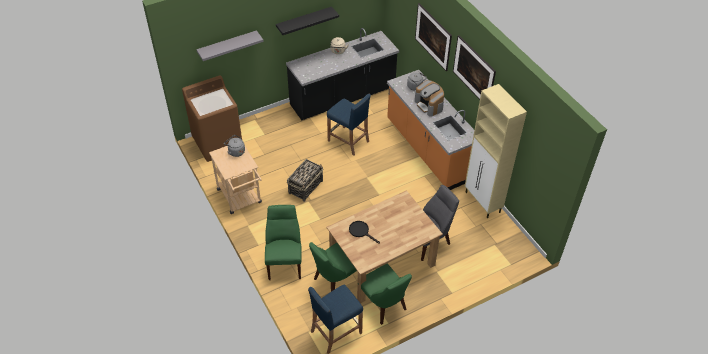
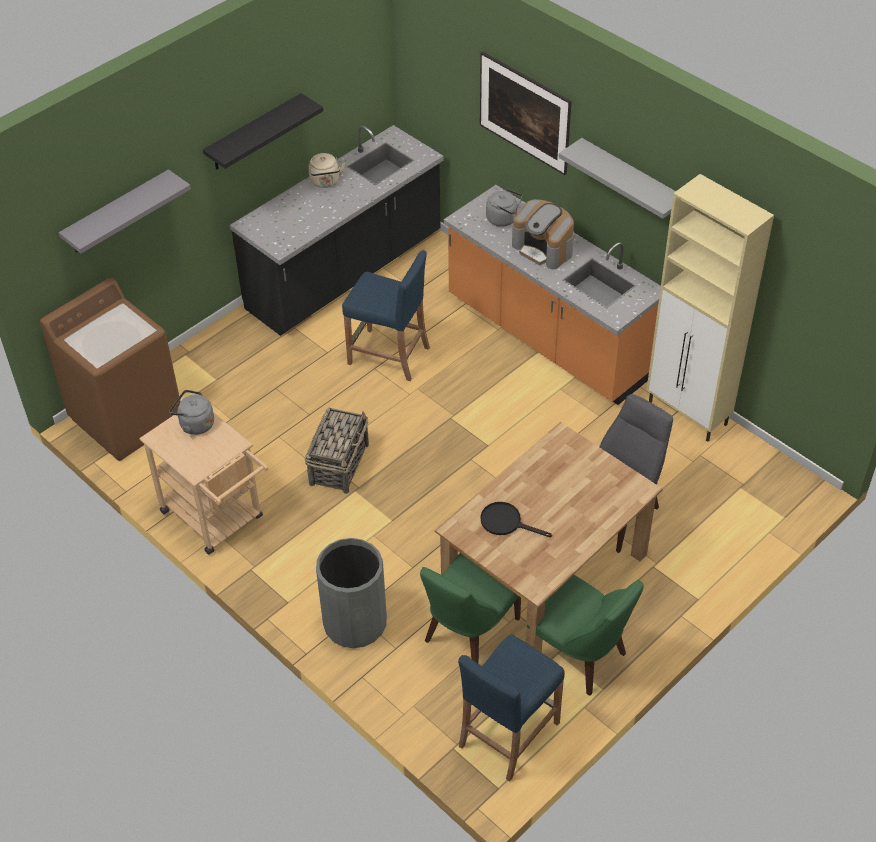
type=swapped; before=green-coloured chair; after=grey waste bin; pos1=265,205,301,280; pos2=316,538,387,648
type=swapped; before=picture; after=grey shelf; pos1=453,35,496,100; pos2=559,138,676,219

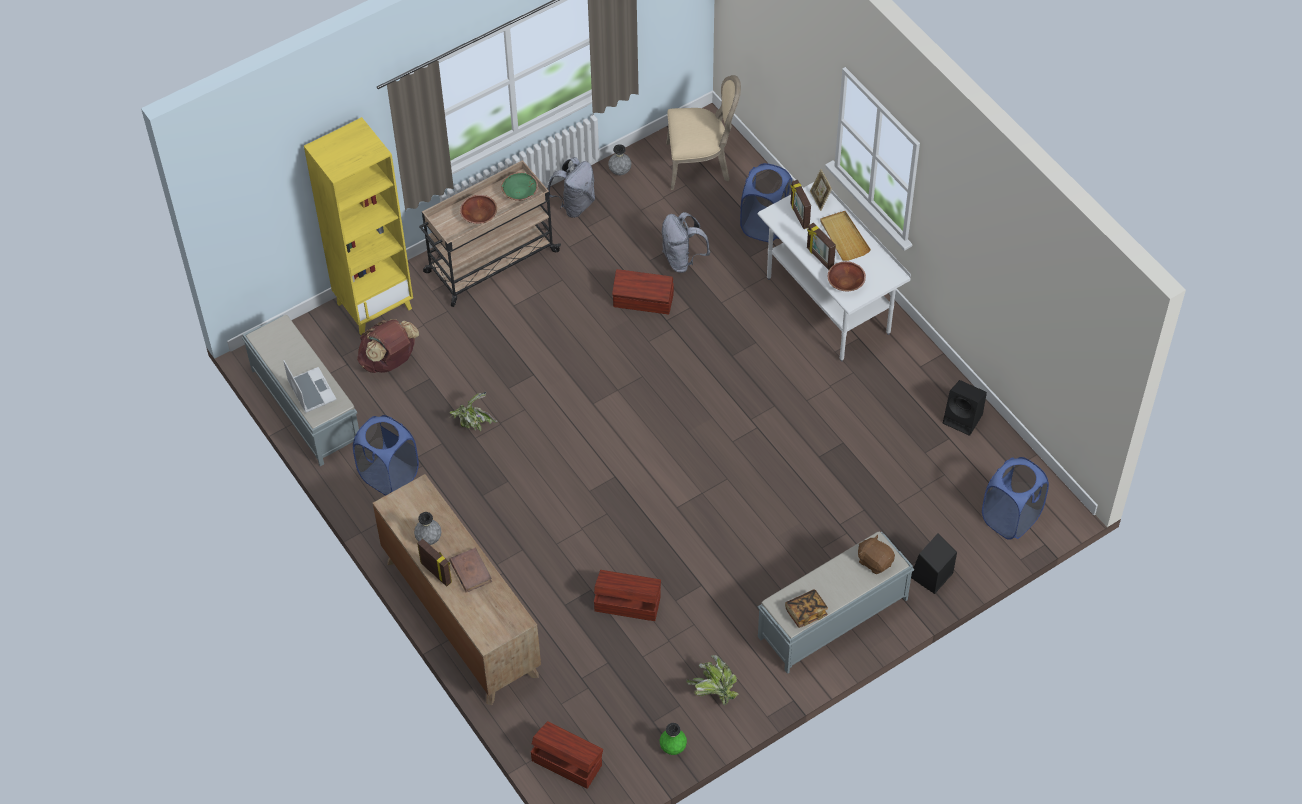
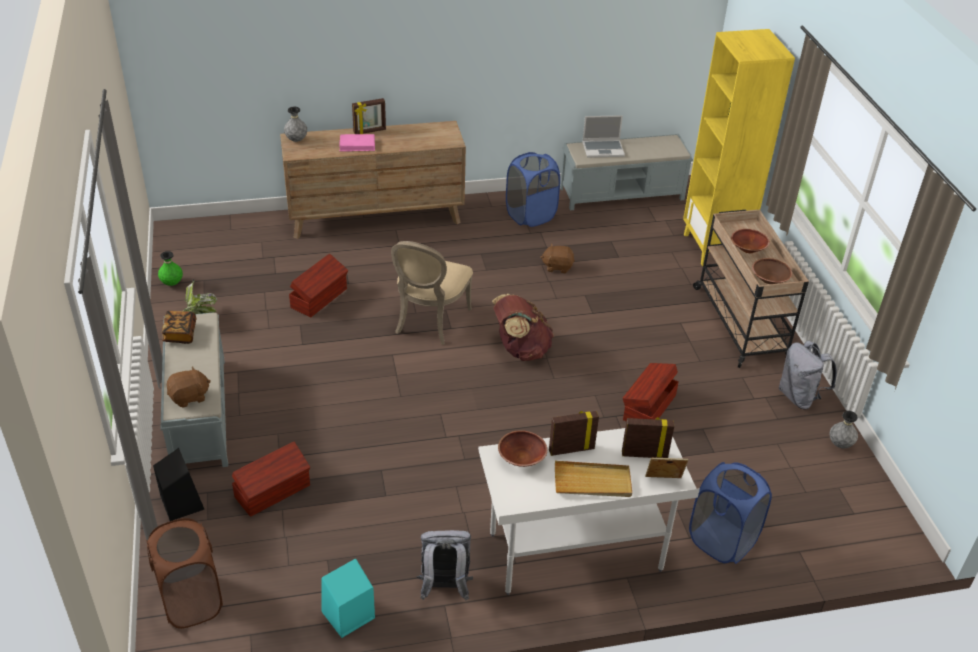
type=shifted; before=brown rucksack; pos1=357,319,419,373; pos2=492,294,554,361
type=shifted; before=grey decorative vase; pos1=414,512,441,545; pos2=284,106,307,142
type=repainted; before=brown book; after=pinkish book; pos1=449,547,492,593; pos2=339,134,375,151
type=swapped; before=houseplant; after=brown soft toy; pos1=450,392,498,431; pos2=540,243,575,273
type=repainted; before=green-coloured deep dish; after=brown deep dish; pos1=501,172,538,201; pos2=752,258,792,284
type=shifted; before=brown storage bin; pos1=531,721,603,789; pos2=232,442,310,517
type=shifted; before=grey rucksack; pos1=662,212,710,273; pos2=416,530,473,601
type=shifted; before=beige-coloured chair; pos1=666,75,741,190; pos2=391,241,473,345
type=repainted; before=black-coloured speaker; after=blue-green speaker; pos1=943,380,987,436; pos2=321,559,375,638
type=repainted; before=blue hamper; after=brown hamper; pos1=982,457,1049,540; pos2=146,518,223,629

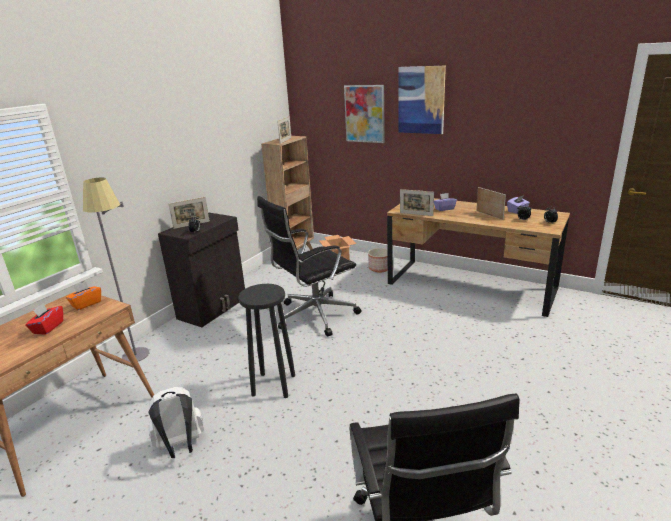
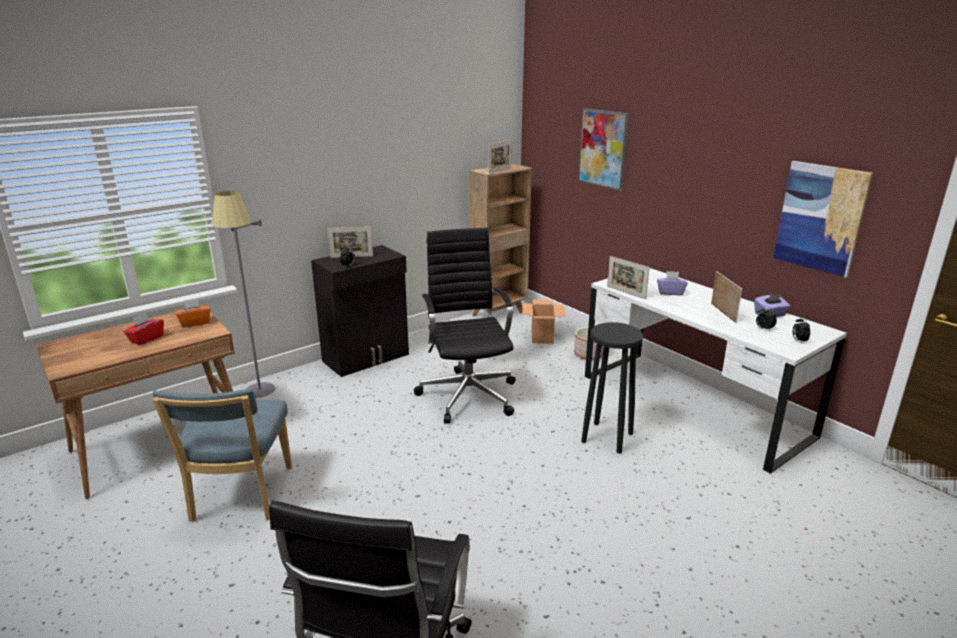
type=swapped; before=whitish rucksack; after=blue chair; pos1=148,387,204,458; pos2=153,389,292,522
type=shifted; before=black-coloured stool; pos1=238,284,295,398; pos2=581,322,643,454
type=rotated; before=black-coloured office chair; pos1=257,196,362,337; pos2=414,228,516,424; turn=90
type=repainted; before=brown desk table; after=whitish desk table; pos1=387,198,570,317; pos2=585,268,847,474
type=shifted; before=picture; pos1=398,66,446,134; pos2=773,161,873,278

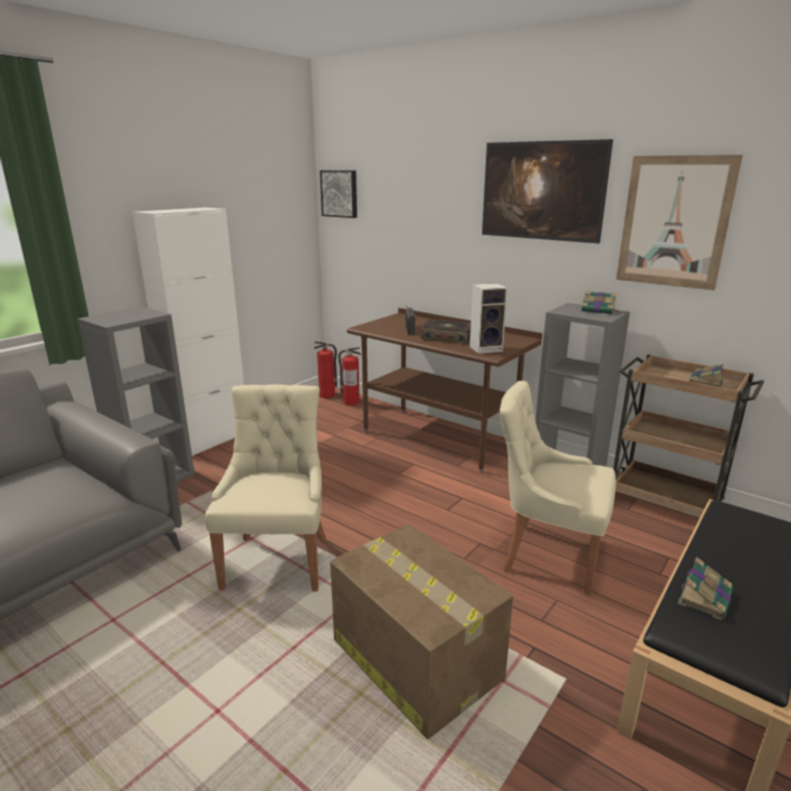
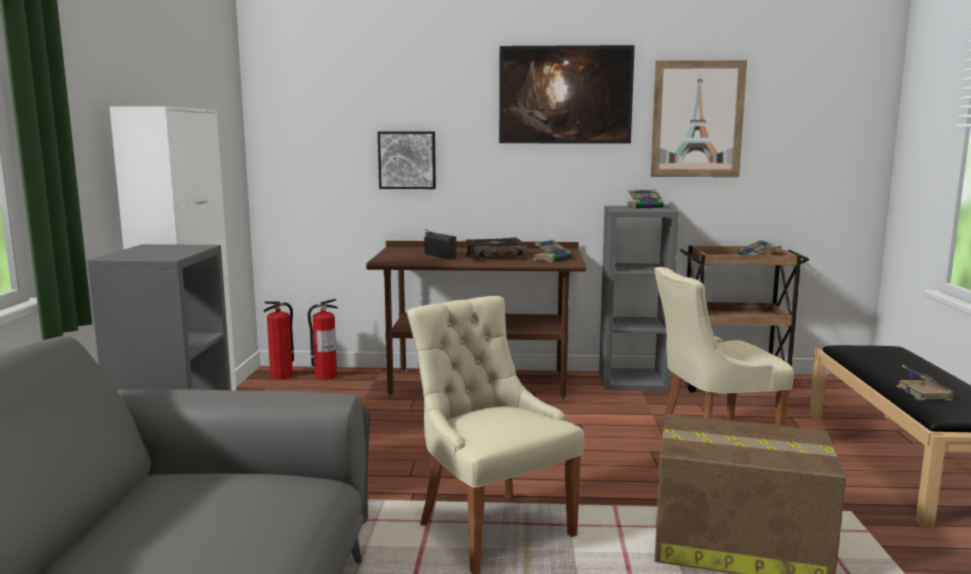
type=shifted; before=picture; pos1=320,170,357,218; pos2=378,132,436,189
type=swapped; before=speaker; after=book; pos1=470,283,507,354; pos2=532,240,572,263

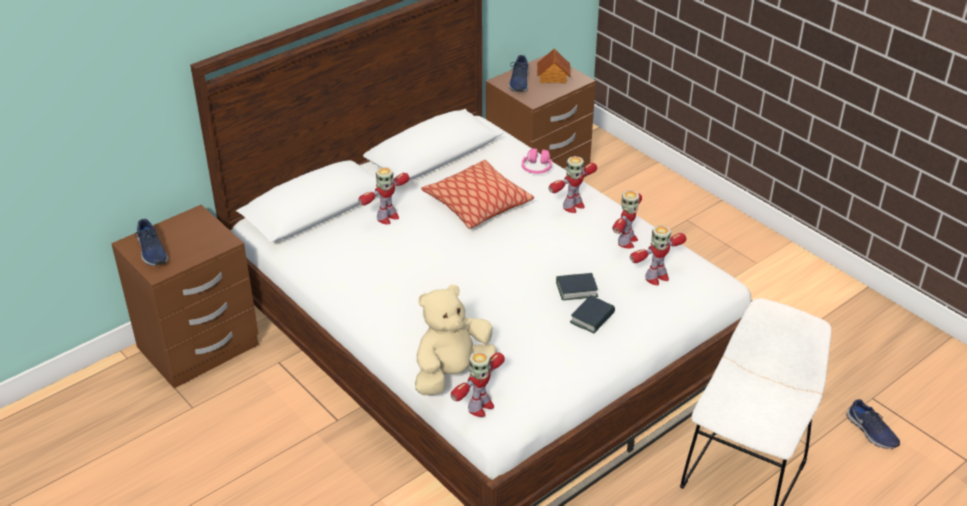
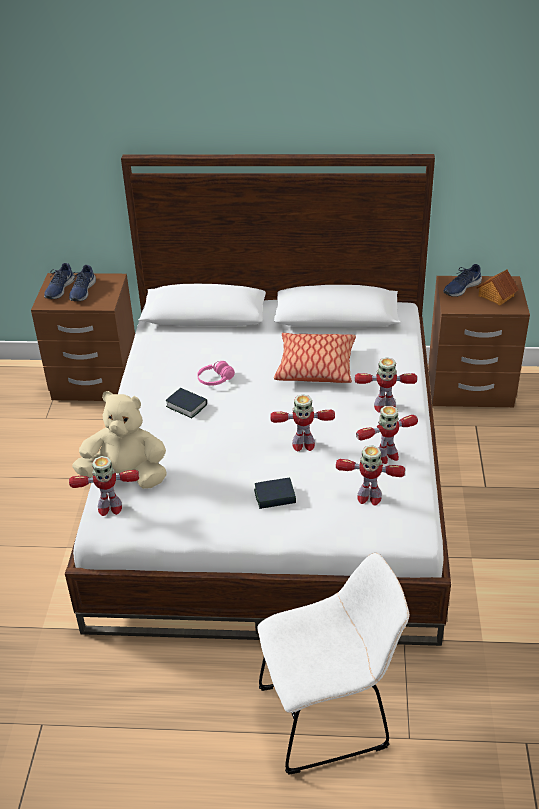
type=shifted; before=toy robot; pos1=358,167,410,224; pos2=270,394,335,451
type=shifted; before=pinkish headset; pos1=522,148,552,174; pos2=197,361,235,386
type=shifted; before=book; pos1=556,273,598,300; pos2=165,388,207,418
type=shifted; before=blue low shoe; pos1=847,399,900,449; pos2=69,265,96,301

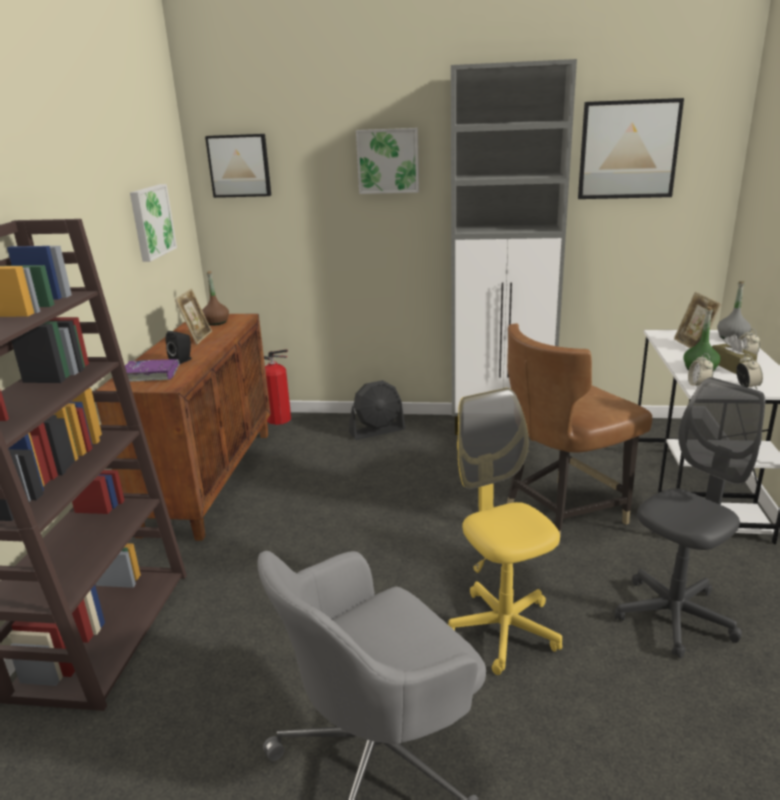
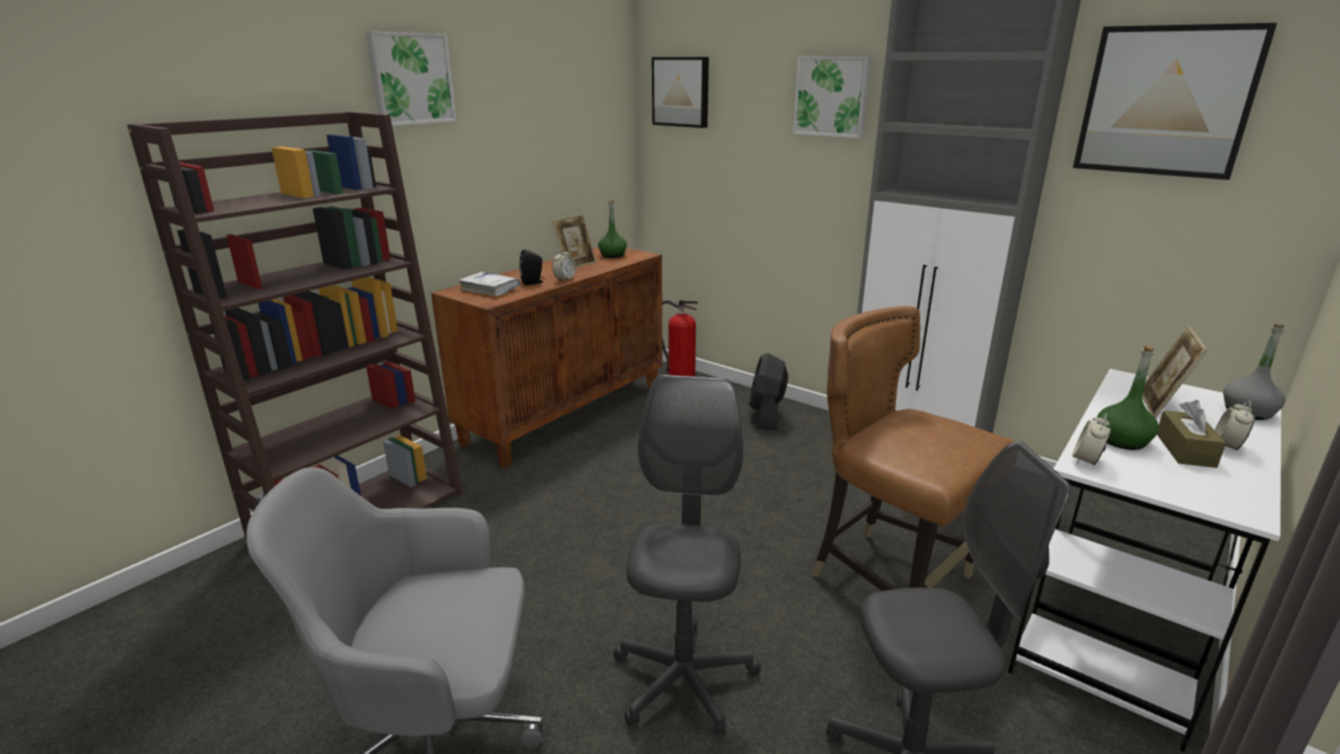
type=repainted; before=purple book; after=whitish book; pos1=125,359,180,382; pos2=458,272,520,296
type=shifted; before=picture; pos1=130,184,177,262; pos2=366,32,457,126
type=repainted; before=brown beverage bottle; after=green-coloured beverage bottle; pos1=202,271,229,325; pos2=598,199,627,258
type=rotated; before=black-coloured electric fan; pos1=349,380,406,440; pos2=749,353,788,430; turn=90
type=repainted; before=yellowish office chair; after=grey office chair; pos1=448,388,562,675; pos2=613,375,761,735
type=rotated; before=brown chair; pos1=507,323,652,547; pos2=812,306,1014,591; turn=45
type=shifted; before=alarm clock; pos1=736,354,763,390; pos2=552,248,576,282

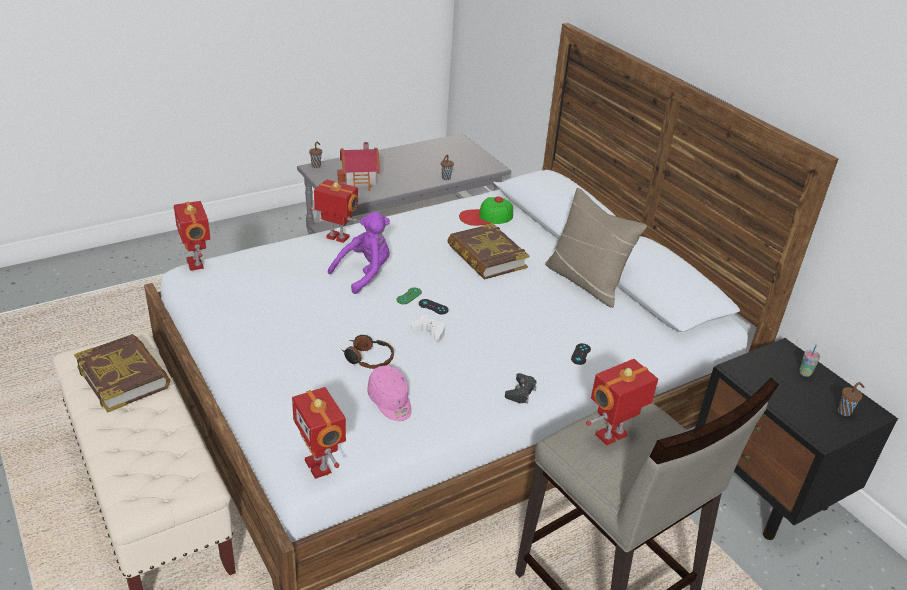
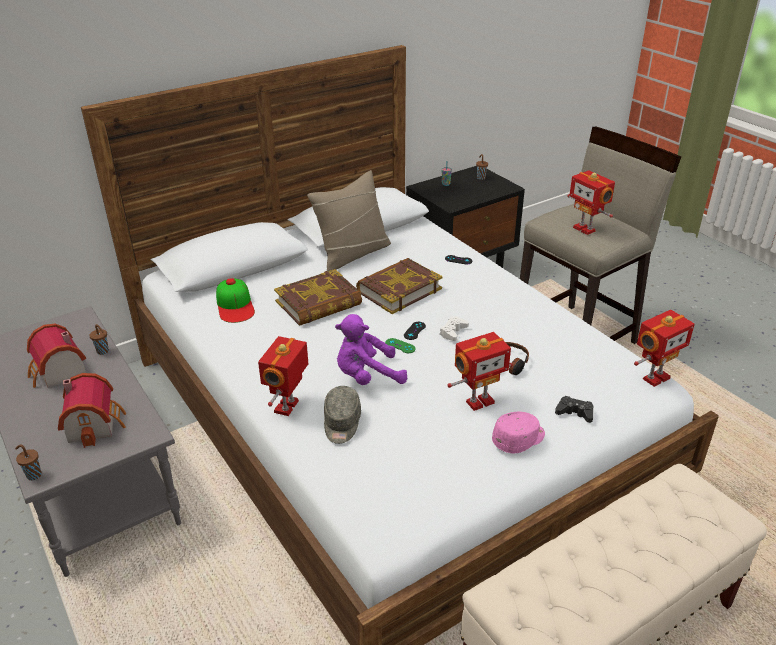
type=shifted; before=book; pos1=74,334,170,412; pos2=356,258,443,314
type=shifted; before=toy robot; pos1=174,201,210,271; pos2=447,332,513,411
type=rotated; before=purple soft toy; pos1=328,212,390,294; pos2=335,314,408,385; turn=-60
type=shifted; before=pinkish cap; pos1=367,366,412,421; pos2=492,412,545,453
type=shifted; before=black-coloured joypad; pos1=505,373,537,404; pos2=555,396,594,423
type=new; after=toy house; pos2=27,324,86,388
type=new; after=grey cap; pos2=324,386,361,444

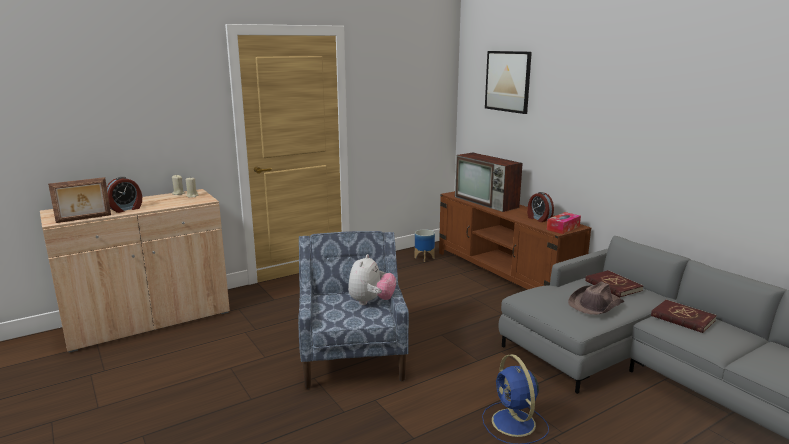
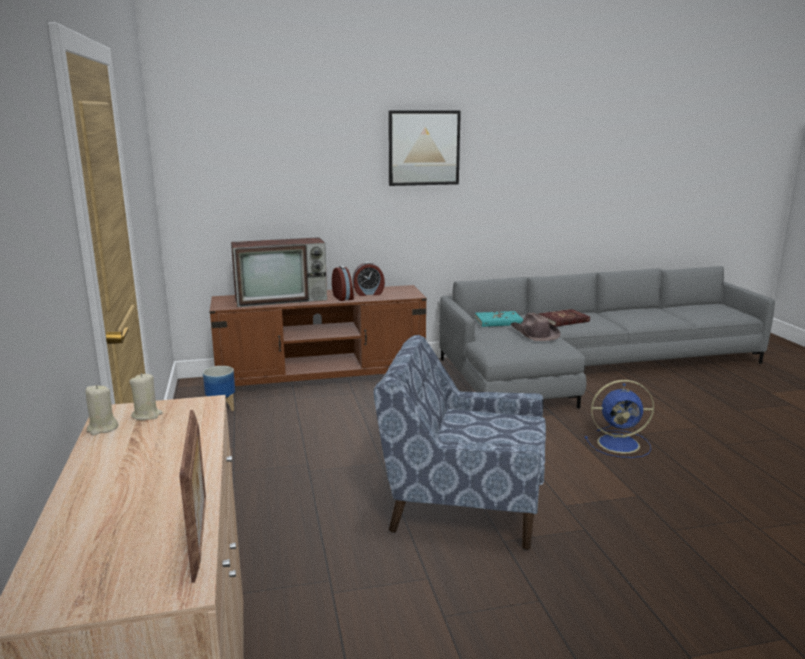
type=shifted; before=alarm clock; pos1=107,177,142,213; pos2=332,266,354,301
type=gone; before=soft toy; pos1=348,254,396,305
type=shifted; before=picture; pos1=485,51,532,114; pos2=388,111,461,186
type=gone; before=box of tissues; pos1=547,212,581,234
type=repainted; before=red book; after=blue-green book; pos1=585,270,643,297; pos2=475,311,524,327

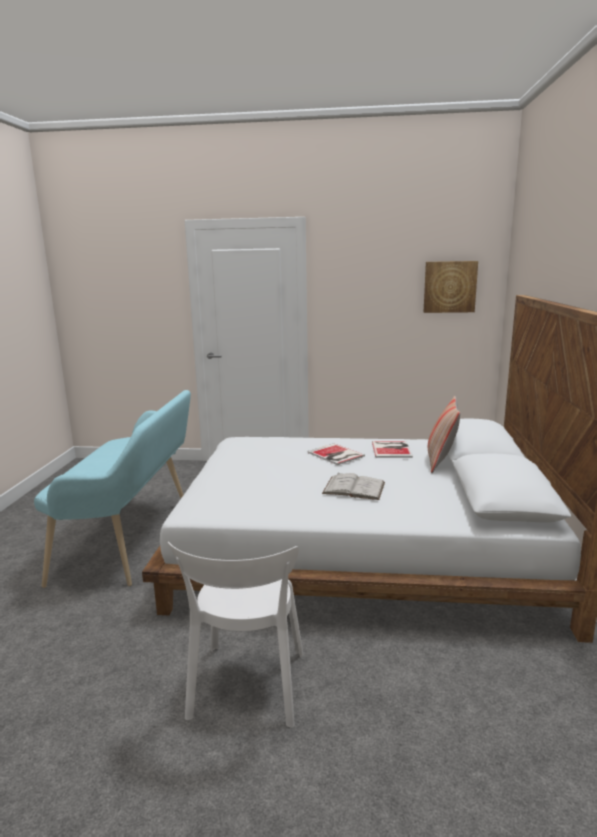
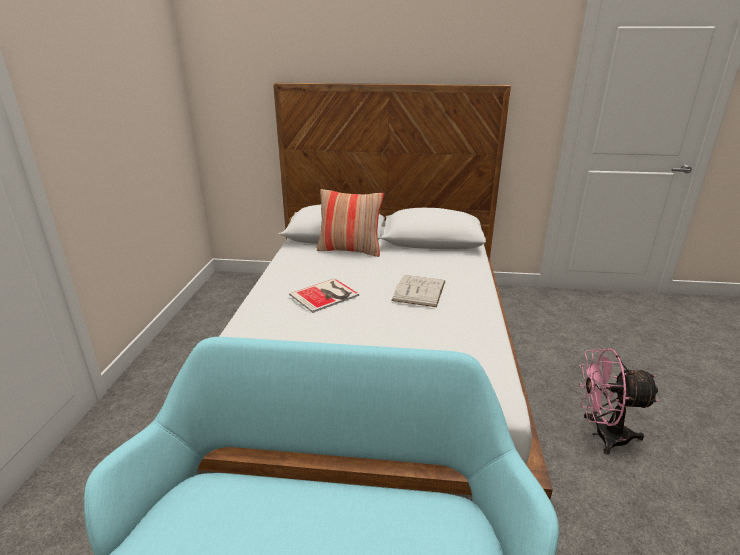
type=swapped; before=whitish chair; after=pinkish electric fan; pos1=168,542,303,728; pos2=578,348,659,454
type=gone; before=book; pos1=372,441,413,458
type=gone; before=picture; pos1=424,261,478,313

